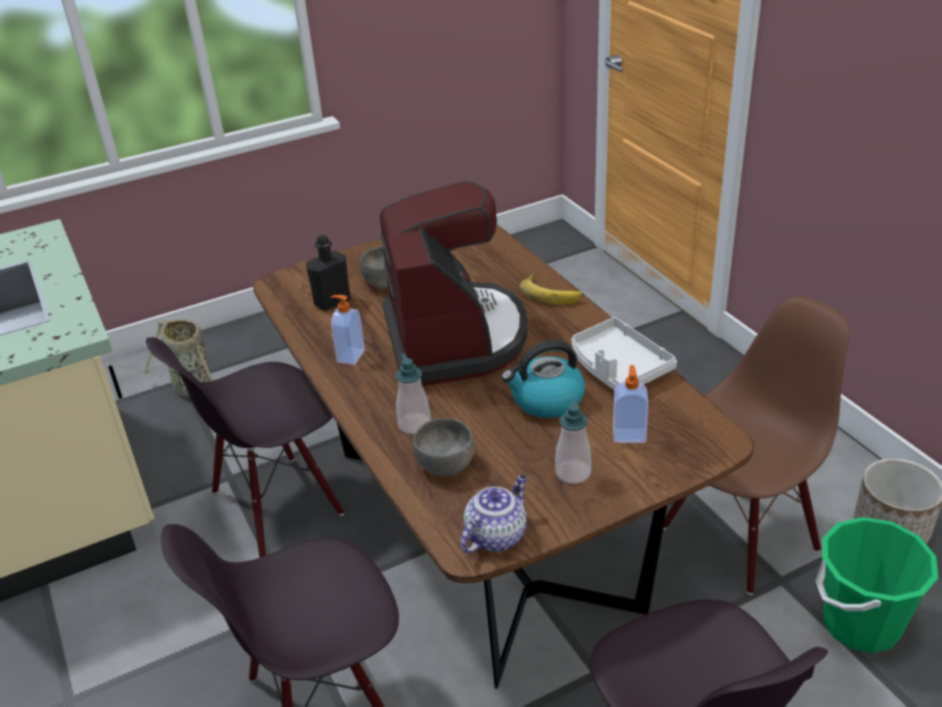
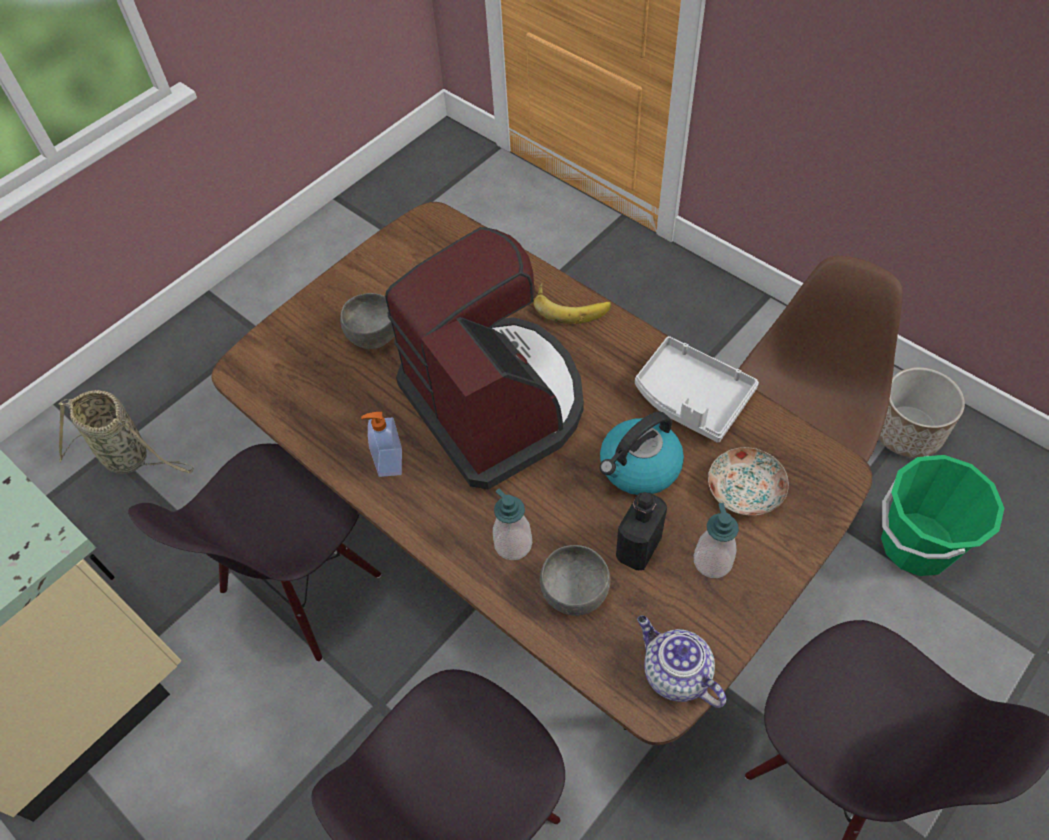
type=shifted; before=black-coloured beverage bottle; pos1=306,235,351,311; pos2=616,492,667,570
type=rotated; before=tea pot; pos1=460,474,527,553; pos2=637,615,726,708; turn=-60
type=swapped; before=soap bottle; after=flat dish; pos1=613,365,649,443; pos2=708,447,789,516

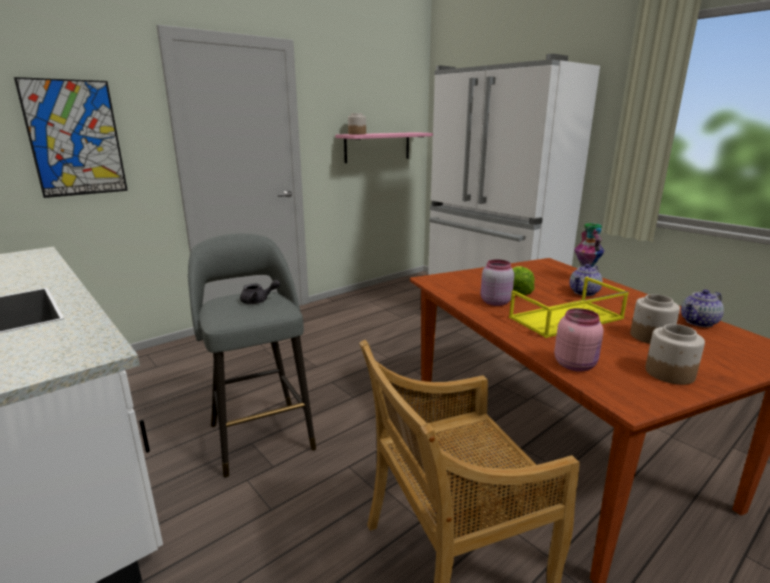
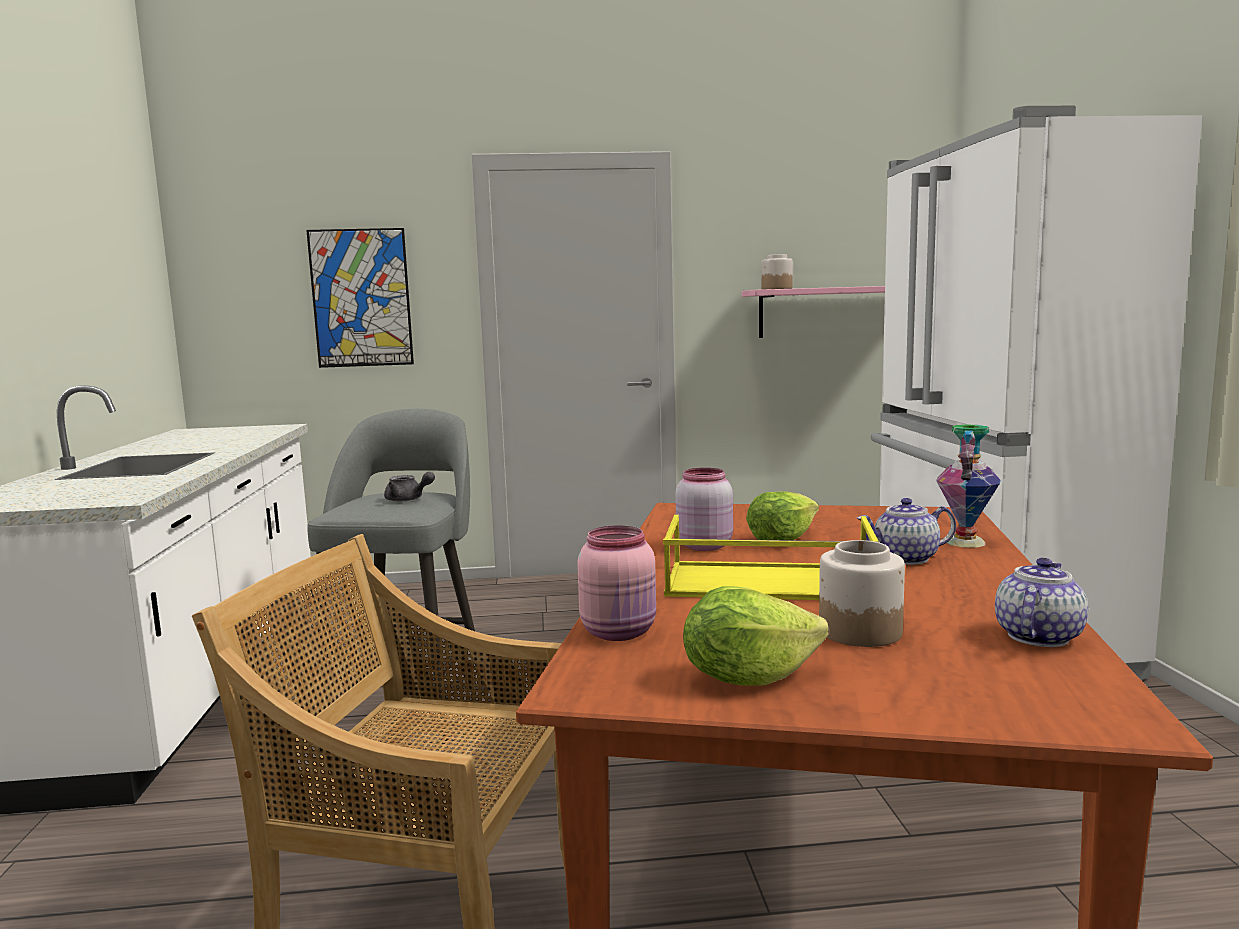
type=swapped; before=jar; after=lettuce; pos1=645,324,705,385; pos2=683,586,829,686
type=rotated; before=tea pot; pos1=681,290,724,327; pos2=995,558,1088,647; turn=120

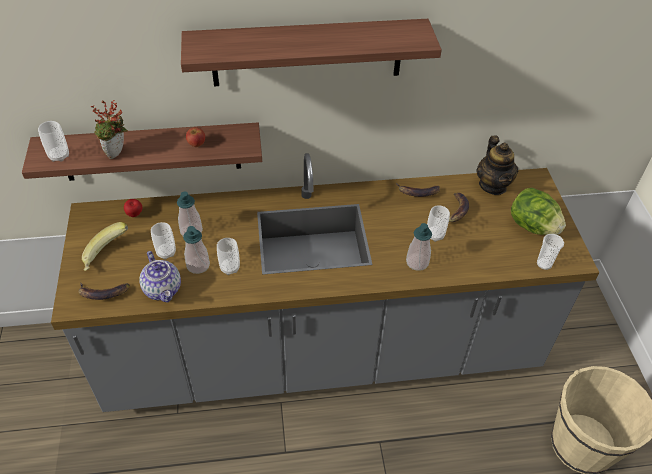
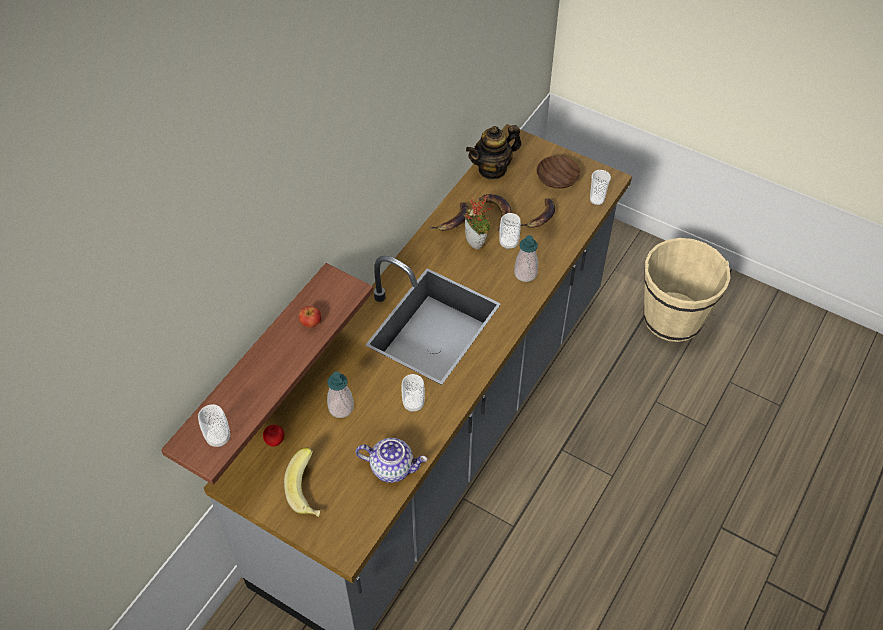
type=shifted; before=banana fruit; pos1=79,283,129,300; pos2=521,198,555,228
type=shifted; before=houseplant; pos1=91,100,128,159; pos2=464,195,493,249
type=gone; before=drinking cup; pos1=151,222,176,259
type=gone; before=shelf; pos1=181,19,442,86
type=gone; before=soap bottle; pos1=183,226,210,274
type=rotated; before=tea pot; pos1=476,135,518,195; pos2=466,125,521,180; turn=120
type=swapped; before=lettuce; after=brown deep dish; pos1=511,188,566,235; pos2=536,156,580,189

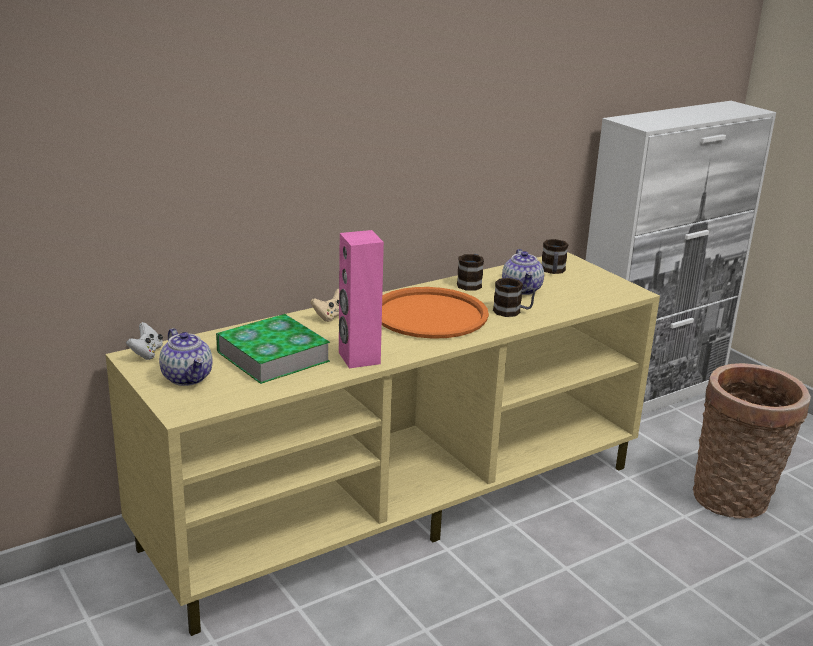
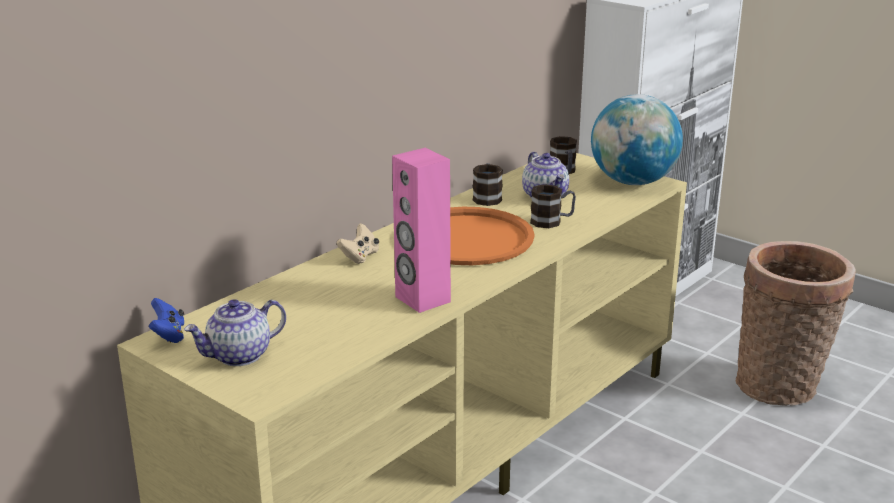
type=repainted; before=whitish joypad; after=blue joypad; pos1=126,322,163,360; pos2=149,298,184,343
type=rotated; before=tea pot; pos1=159,328,213,386; pos2=184,299,286,366; turn=105
type=gone; before=book; pos1=216,314,330,384
type=new; after=globe; pos2=591,94,683,185

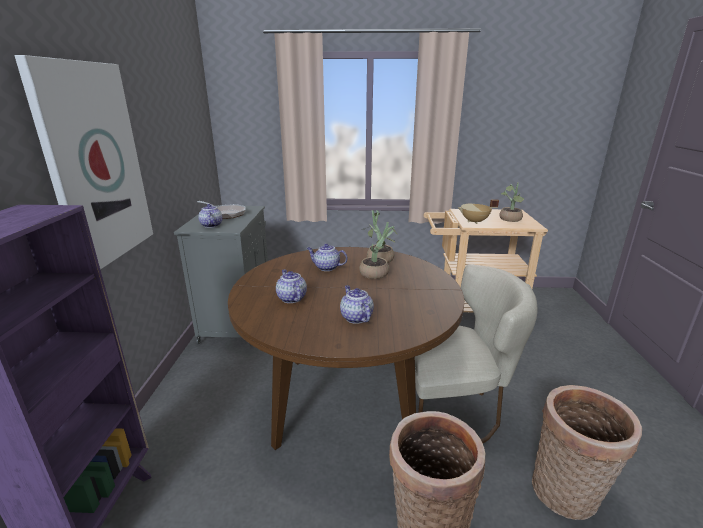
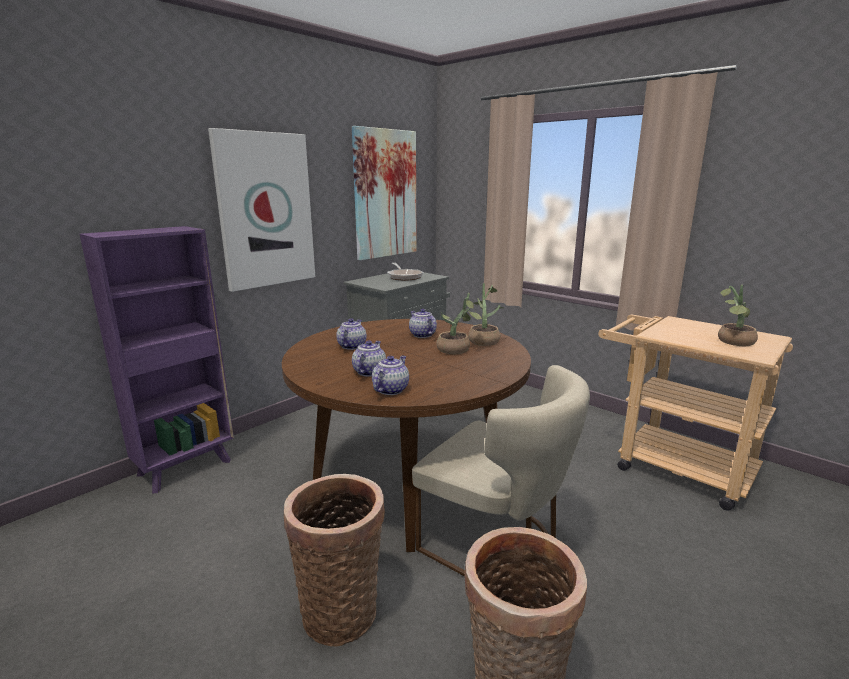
type=shifted; before=tea pot; pos1=198,204,222,228; pos2=372,356,409,395
type=gone; before=beige-coloured stockpot; pos1=458,199,499,224
type=new; after=picture; pos2=352,126,417,260

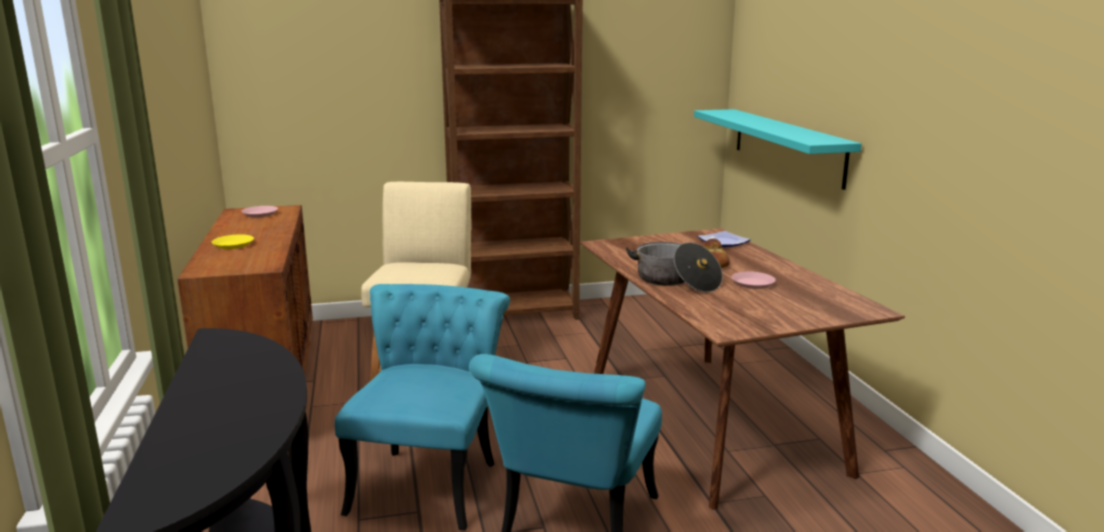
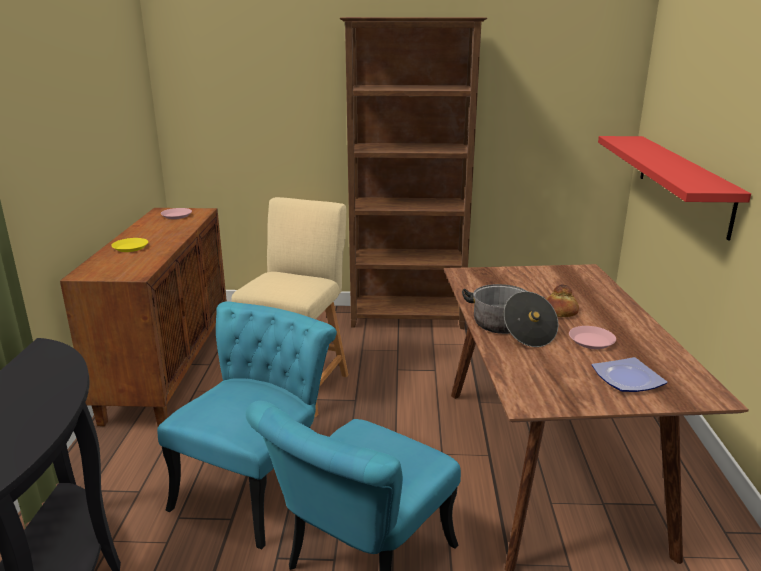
type=repainted; before=blue-green shelf; after=red shelf; pos1=694,109,862,190; pos2=598,136,751,241
type=shifted; before=flat dish; pos1=698,231,751,247; pos2=592,357,668,392

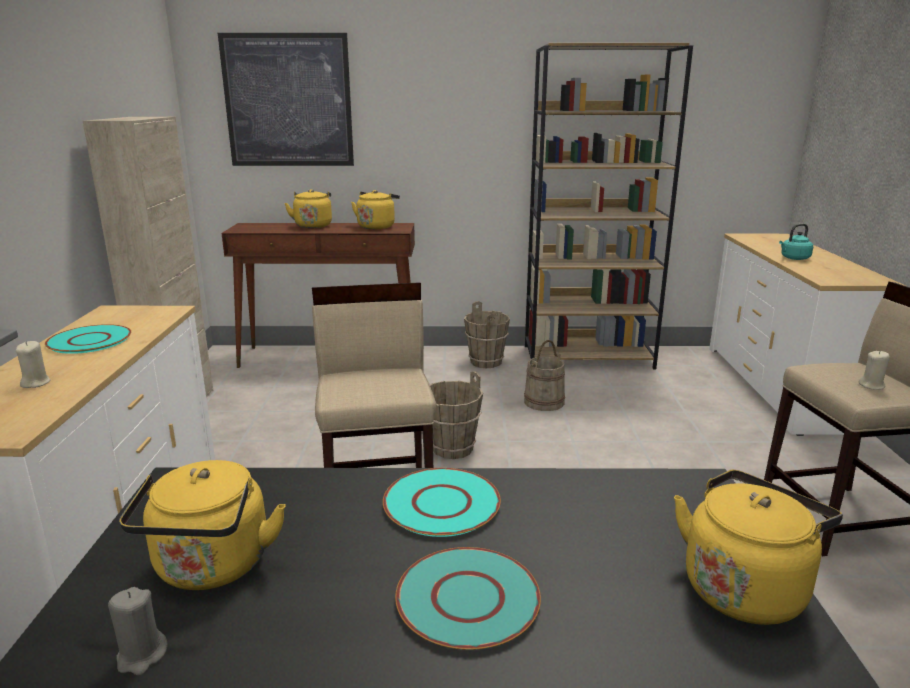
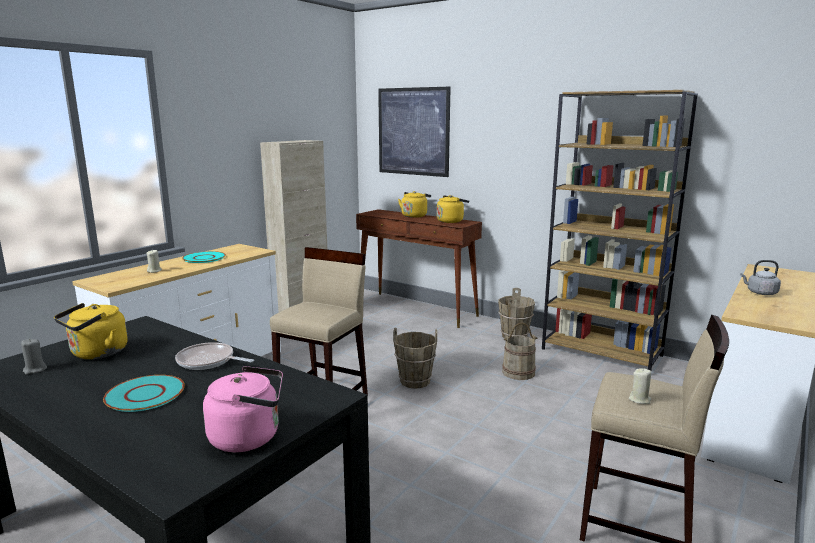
type=swapped; before=blue-green flat dish; after=frying pan; pos1=383,468,501,537; pos2=175,342,254,370
type=repainted; before=yellowish kettle; after=pinkish kettle; pos1=674,470,843,625; pos2=203,366,283,452
type=repainted; before=blue-green kettle; after=grey kettle; pos1=779,224,813,260; pos2=740,260,781,295

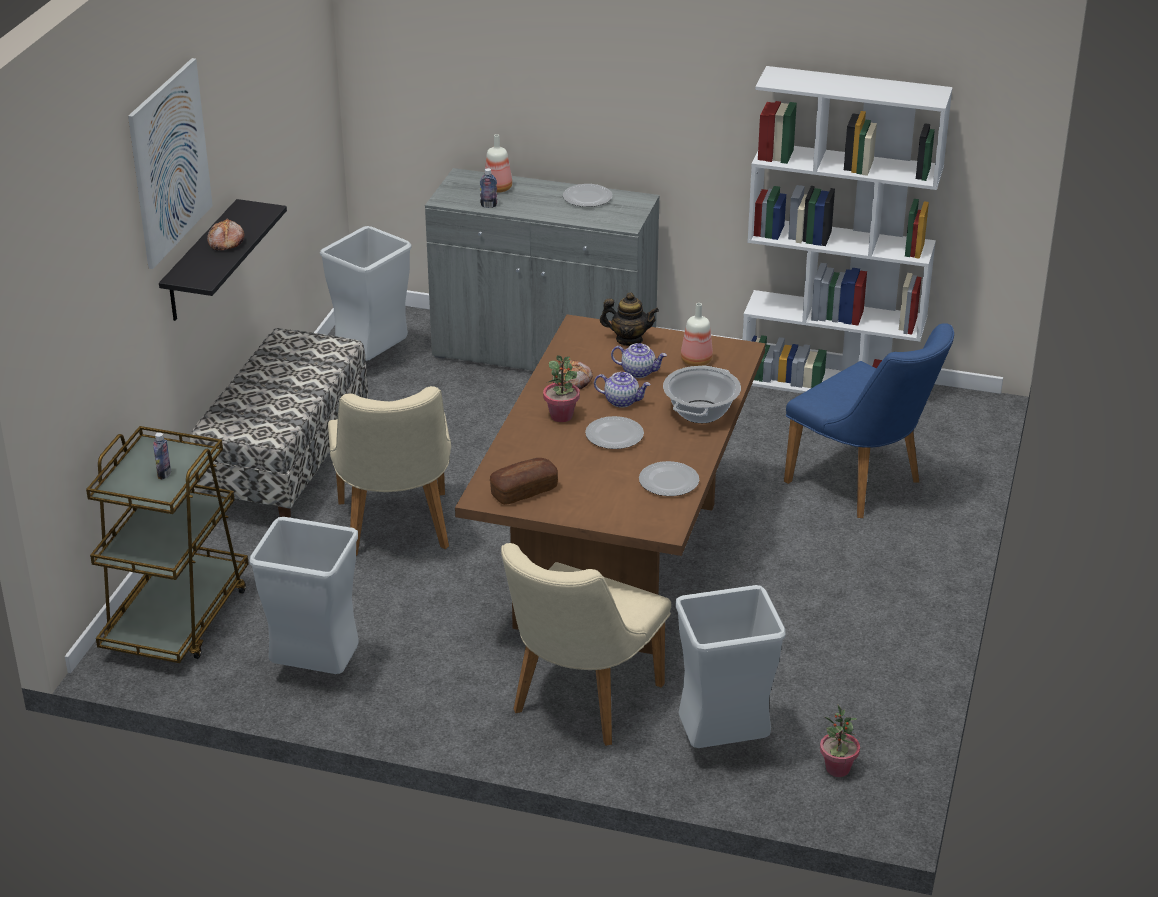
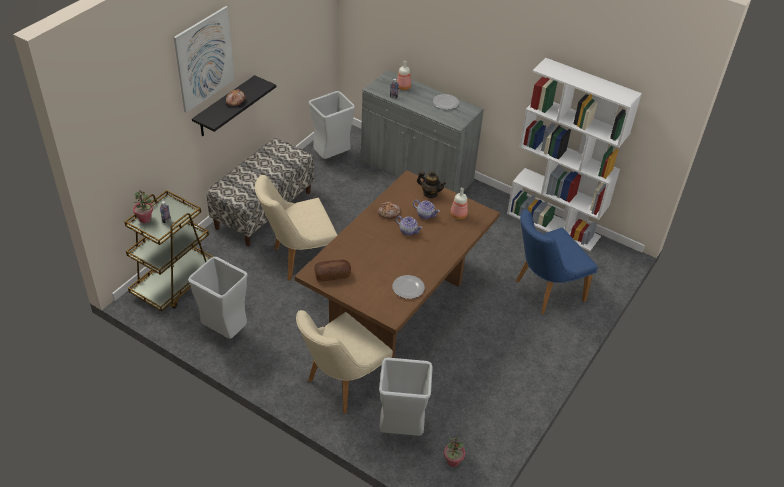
type=rotated; before=beige-coloured chair; pos1=328,386,451,556; pos2=255,175,337,281; turn=60
type=shifted; before=houseplant; pos1=543,355,580,422; pos2=133,190,153,223
type=gone; before=flat dish; pos1=585,416,644,449
type=gone; before=stockpot; pos1=663,365,741,423
type=rotated; before=blue chair; pos1=784,323,954,518; pos2=516,209,598,314; turn=90

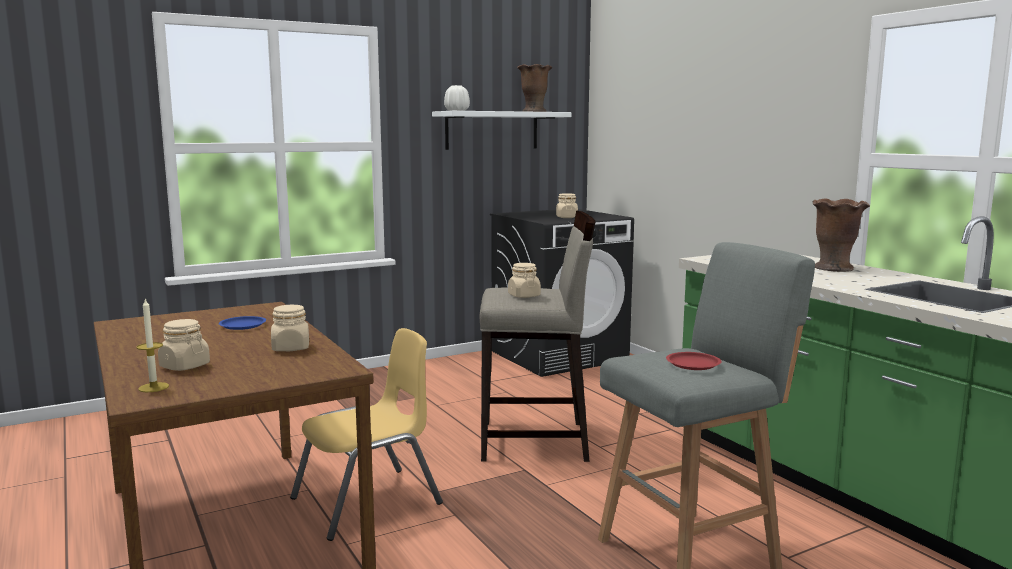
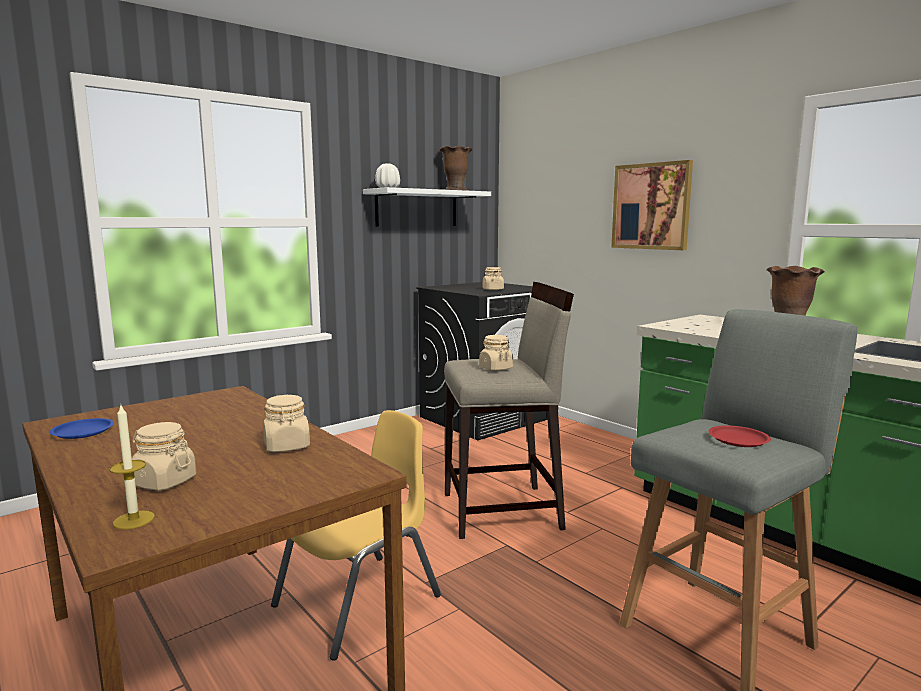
type=shifted; before=blue flat dish; pos1=219,316,266,330; pos2=49,418,114,439
type=new; after=picture; pos2=611,160,693,250

